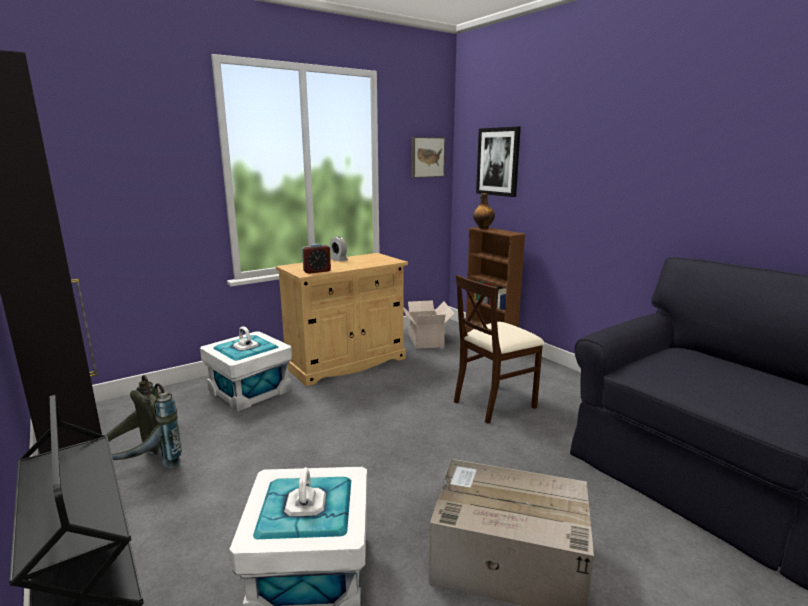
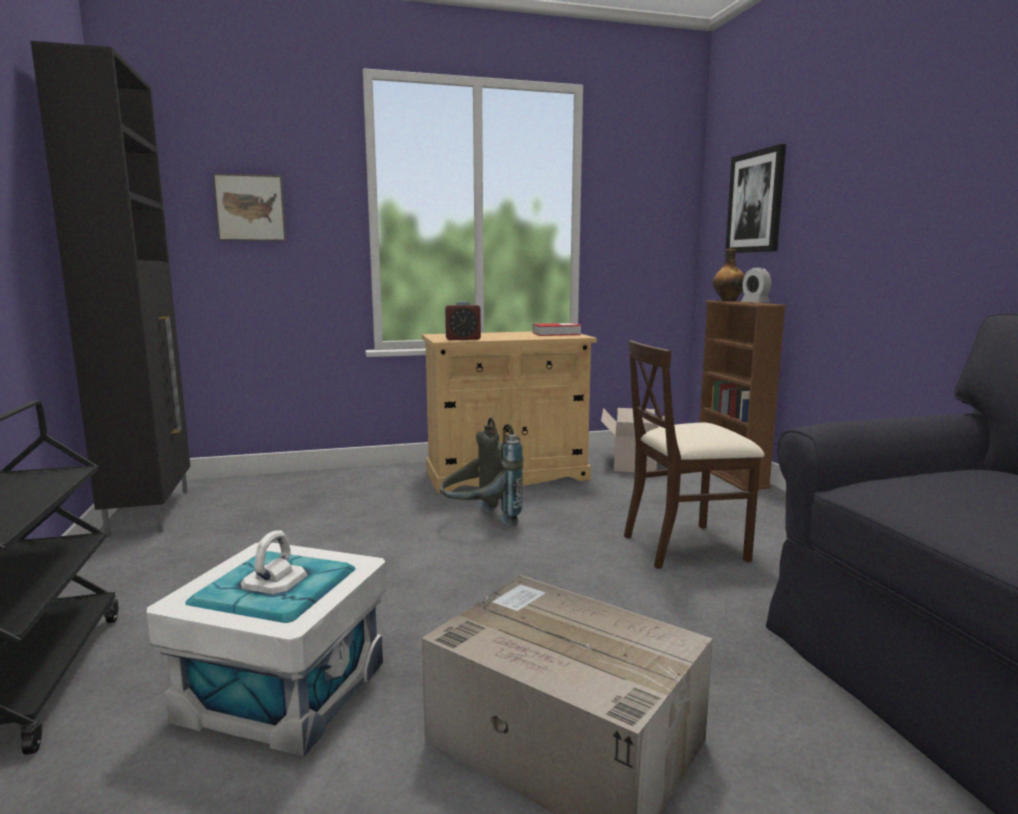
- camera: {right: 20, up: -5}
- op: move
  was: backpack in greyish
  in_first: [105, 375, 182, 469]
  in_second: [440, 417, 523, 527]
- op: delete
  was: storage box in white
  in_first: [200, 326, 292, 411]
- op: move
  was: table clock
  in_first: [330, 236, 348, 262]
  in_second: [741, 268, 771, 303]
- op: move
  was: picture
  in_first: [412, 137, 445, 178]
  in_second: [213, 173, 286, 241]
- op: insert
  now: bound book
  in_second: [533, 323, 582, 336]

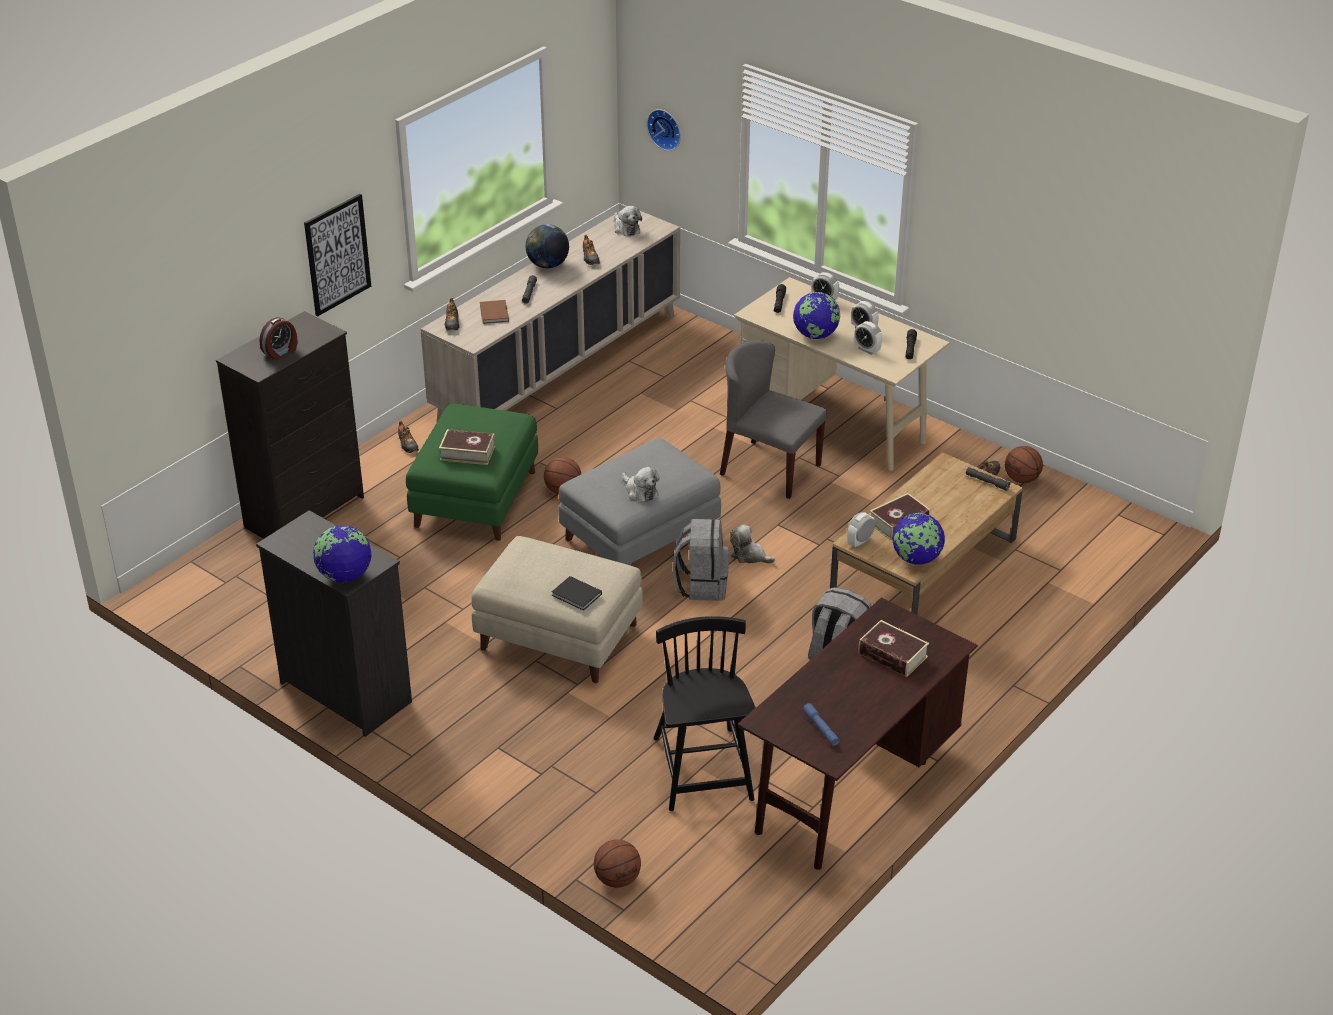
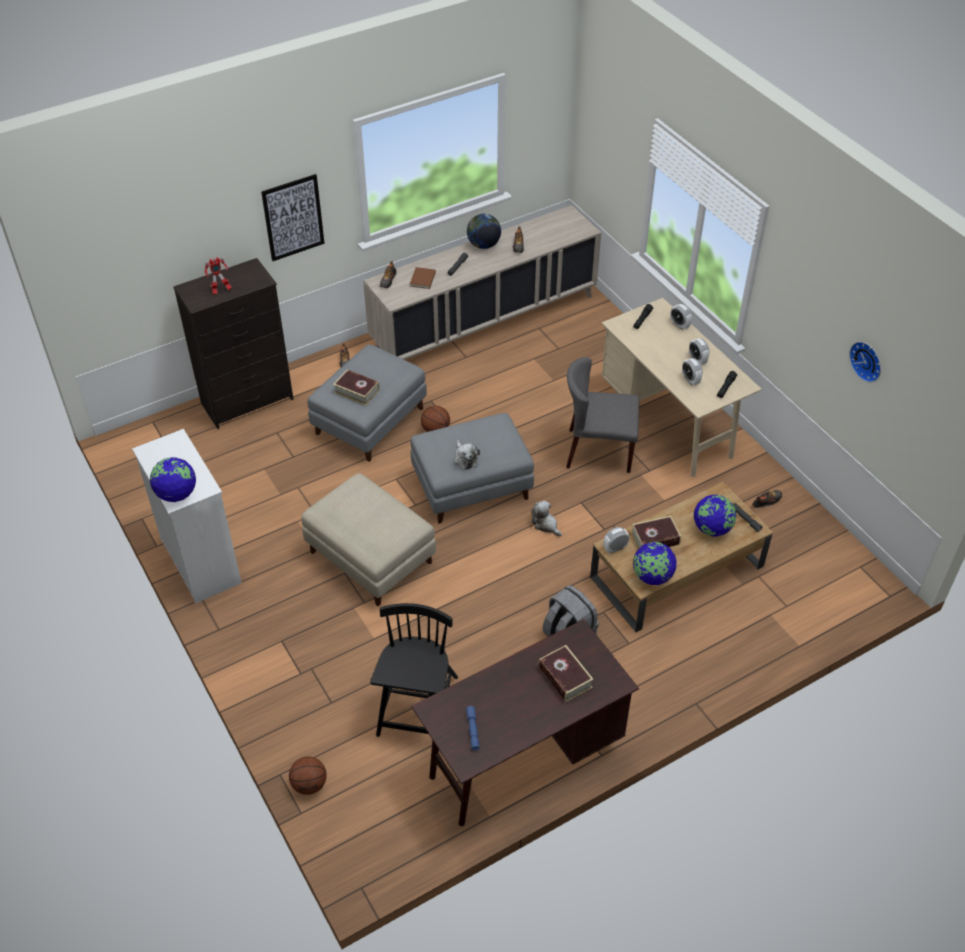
- camera: {right: 20, up: 10}
- op: recolor
  was: dresser in black-coloured
  now: dresser in white
  in_first: [256, 510, 412, 737]
  in_second: [132, 429, 242, 604]
- op: replace
  was: table clock
  now: toy robot
  in_first: [259, 317, 297, 360]
  in_second: [204, 257, 232, 295]
- op: recolor
  was: pouffe in green
  now: pouffe in greyish
  in_first: [406, 404, 538, 541]
  in_second: [308, 344, 427, 462]
- op: delete
  was: bound book in black-coloured
  in_first: [552, 576, 602, 611]
- op: delete
  was: soft toy
  in_first: [614, 206, 642, 237]
- op: move
  was: hanging clock
  in_first: [647, 109, 681, 151]
  in_second: [849, 342, 881, 383]
- op: delete
  was: backpack in greyish
  in_first: [673, 519, 729, 601]
- op: rotate
  was: upright chair in greyish
  in_first: [720, 340, 827, 499]
  in_second: [566, 357, 639, 473]
  clockwise: -45
- op: move
  was: world globe
  in_first: [793, 292, 840, 339]
  in_second: [694, 495, 736, 536]
- op: delete
  was: ball for basketball
  in_first: [1005, 446, 1043, 483]

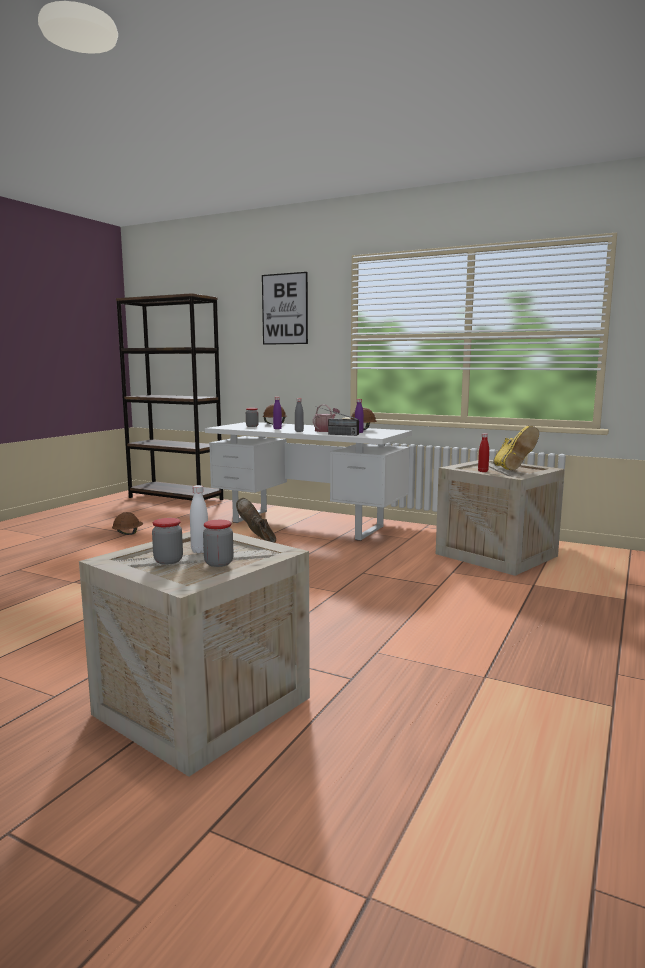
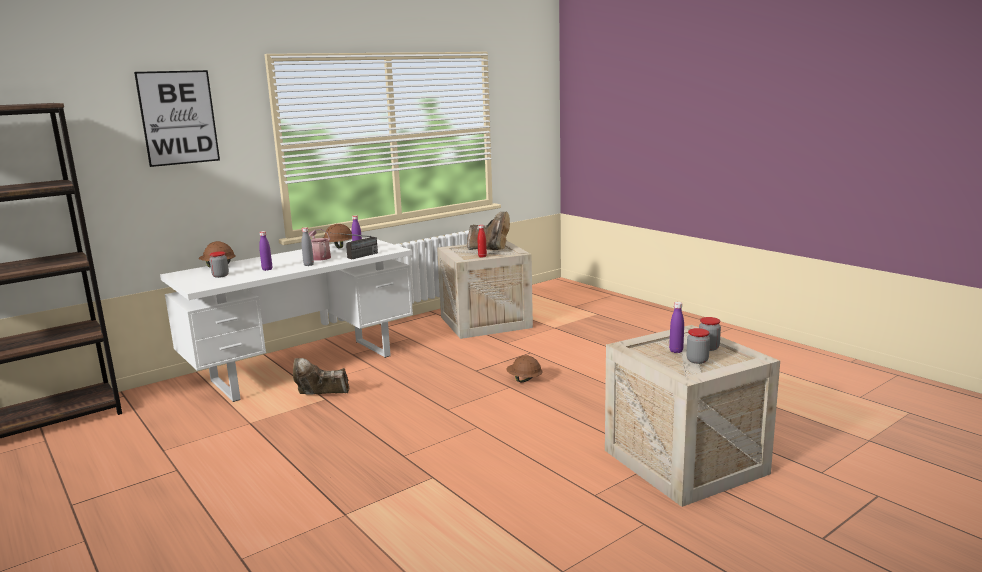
- camera: {right: -65, up: 5}
- op: move
  was: work helmet in brown-coloured
  in_first: [112, 512, 143, 535]
  in_second: [506, 355, 543, 382]
- op: recolor
  was: drink bottle in white
  now: drink bottle in purple
  in_first: [190, 485, 208, 553]
  in_second: [669, 302, 684, 353]
- op: recolor
  was: tall boot in yellow
  now: tall boot in brown-coloured
  in_first: [493, 426, 539, 470]
  in_second: [467, 212, 510, 250]

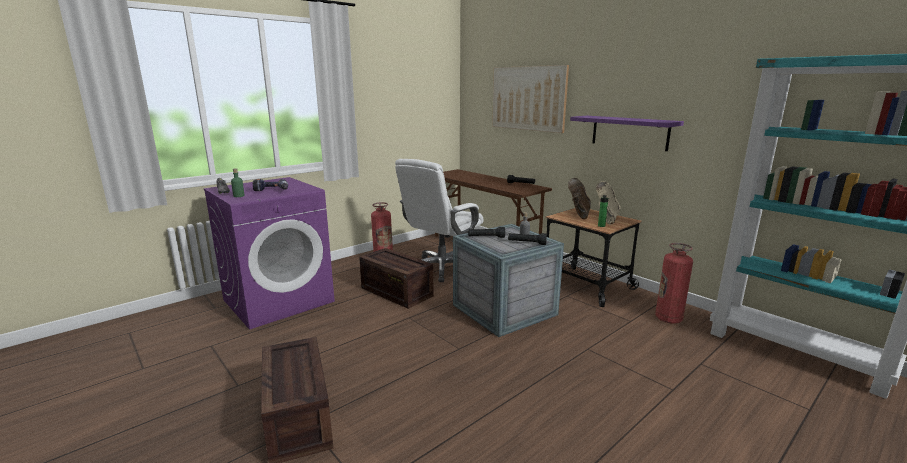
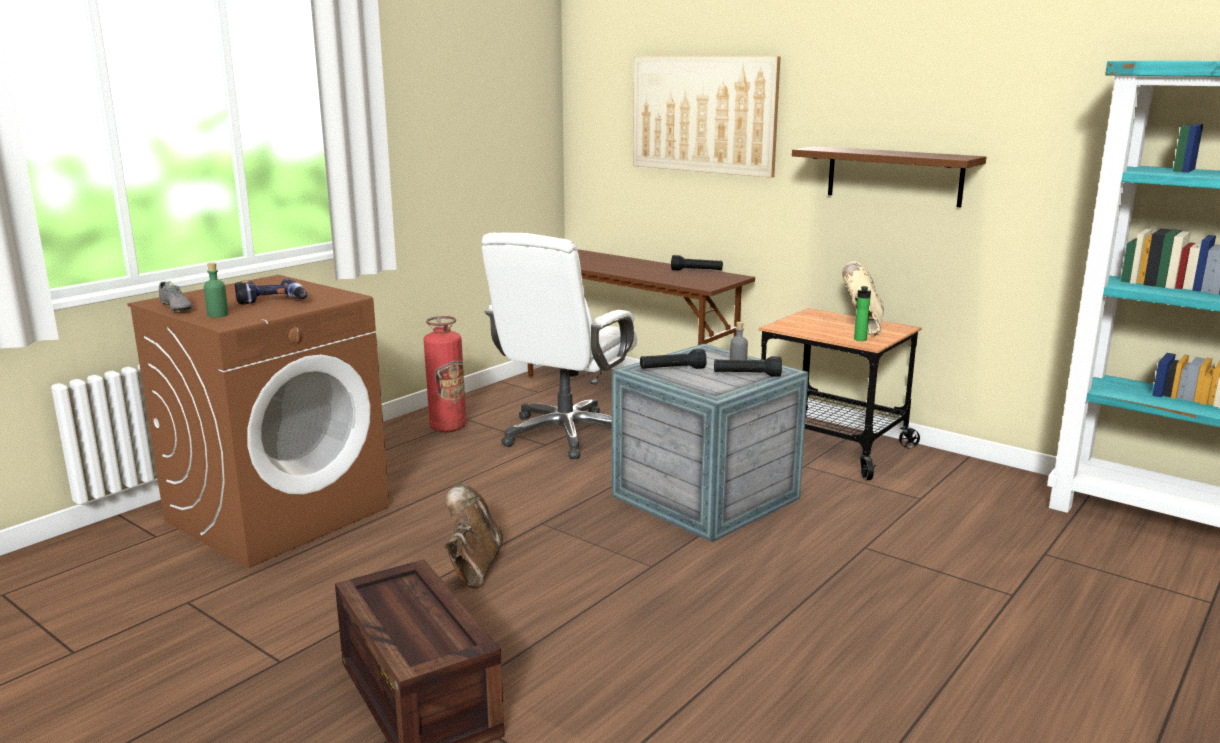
- camera: {right: -10, up: 0}
- op: recolor
  was: washing machine in purple
  now: washing machine in brown-coloured
  in_first: [204, 177, 335, 330]
  in_second: [127, 275, 389, 568]
- op: delete
  was: packing crate
  in_first: [359, 248, 434, 309]
- op: move
  was: tall boot in brown-coloured
  in_first: [568, 178, 591, 220]
  in_second: [444, 483, 503, 589]
- op: recolor
  was: bracket shelf in purple
  now: bracket shelf in brown-coloured
  in_first: [570, 116, 684, 151]
  in_second: [792, 146, 986, 207]
- op: delete
  was: extinguisher
  in_first: [655, 243, 693, 324]

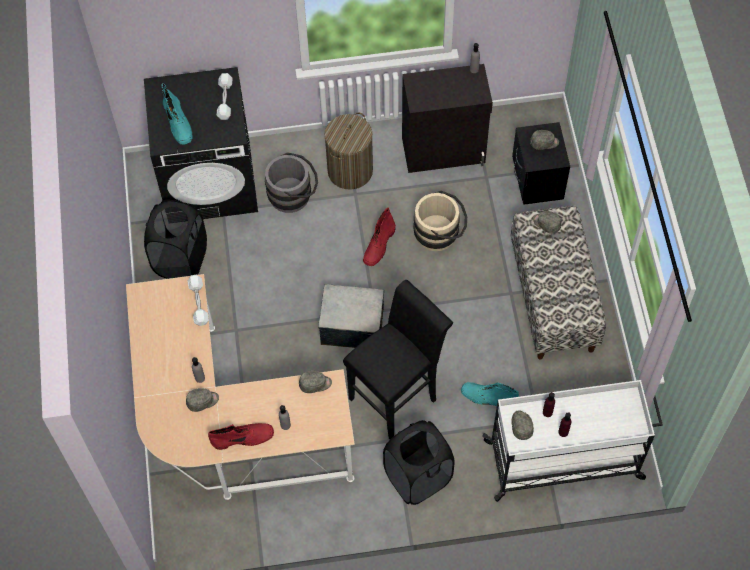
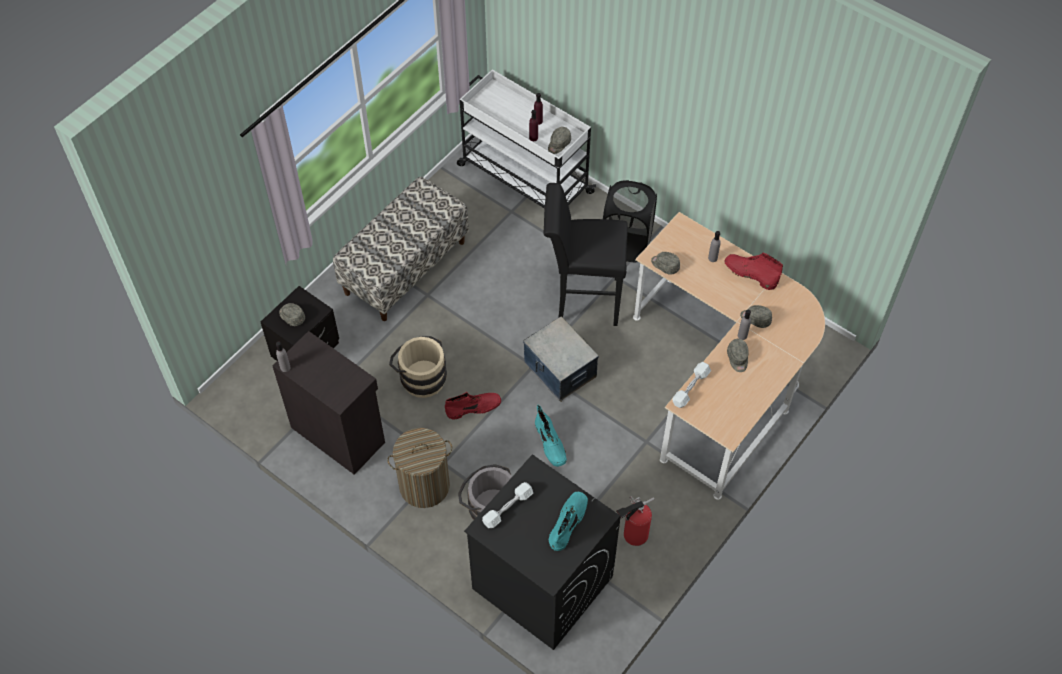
- camera: {right: -135, up: -5}
- op: replace
  was: laundry basket in black-coloured
  now: extinguisher
  in_first: [144, 200, 207, 279]
  in_second: [616, 496, 655, 546]
- op: move
  was: tall boot in turquoise
  in_first: [461, 382, 519, 407]
  in_second: [535, 405, 567, 467]
- op: move
  was: baseball cap in greyish
  in_first: [533, 211, 561, 234]
  in_second: [727, 339, 749, 372]

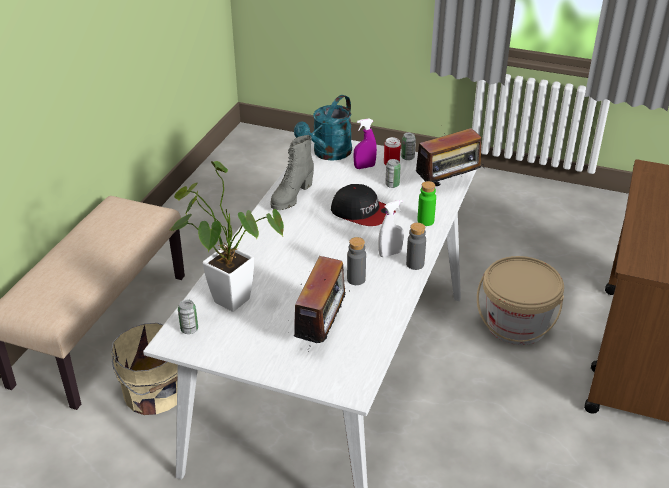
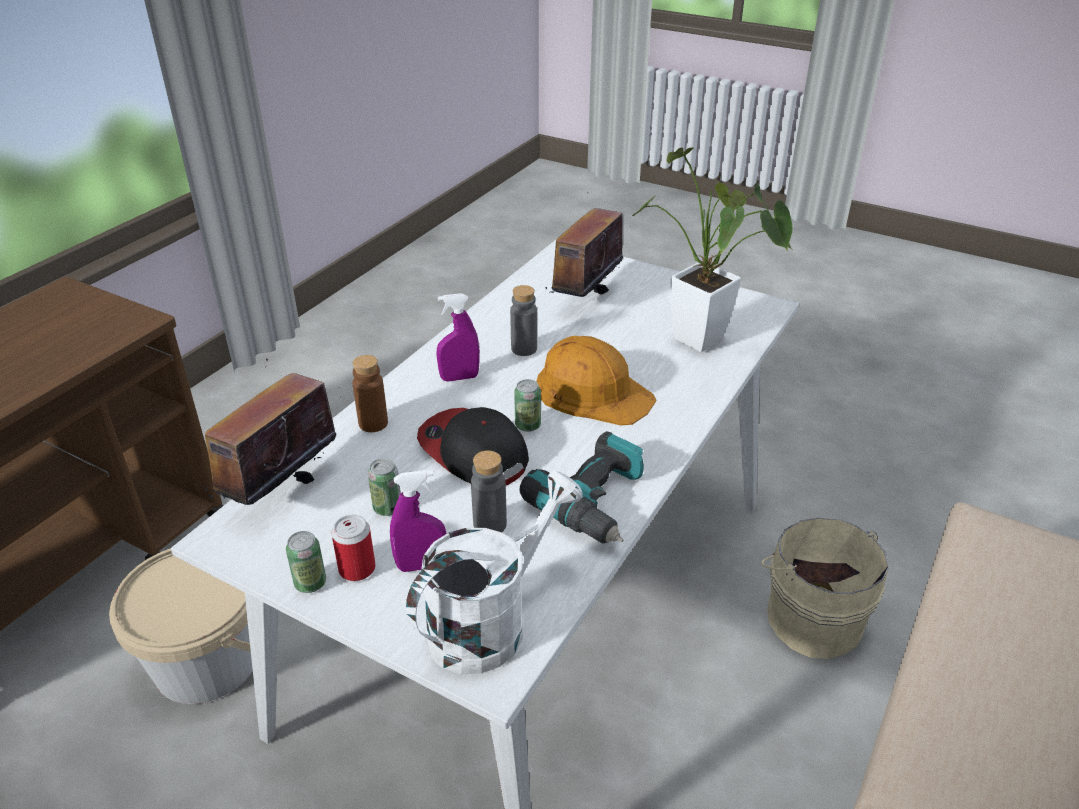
- camera: {right: -170, up: 0}
- op: move
  was: can
  in_first: [178, 300, 198, 334]
  in_second: [514, 379, 541, 432]
- op: replace
  was: tall boot in greyish
  now: electric drill
  in_first: [270, 135, 314, 210]
  in_second: [520, 431, 644, 544]
- op: recolor
  was: watering can in turquoise
  now: watering can in white
  in_first: [294, 95, 352, 161]
  in_second: [406, 471, 583, 674]
- op: recolor
  was: spray bottle in white
  now: spray bottle in purple
  in_first: [378, 200, 404, 257]
  in_second: [436, 293, 480, 382]
- op: move
  was: drink bottle in greyish
  in_first: [406, 223, 426, 270]
  in_second: [471, 450, 507, 532]
- op: rotate
  was: radio receiver
  in_first: [416, 128, 485, 186]
  in_second: [205, 358, 336, 505]
  clockwise: -45
- op: recolor
  was: drink bottle in green
  now: drink bottle in brown-coloured
  in_first: [417, 181, 436, 226]
  in_second: [352, 355, 388, 432]
- op: insert
  now: work helmet in orange
  in_second: [536, 336, 656, 425]

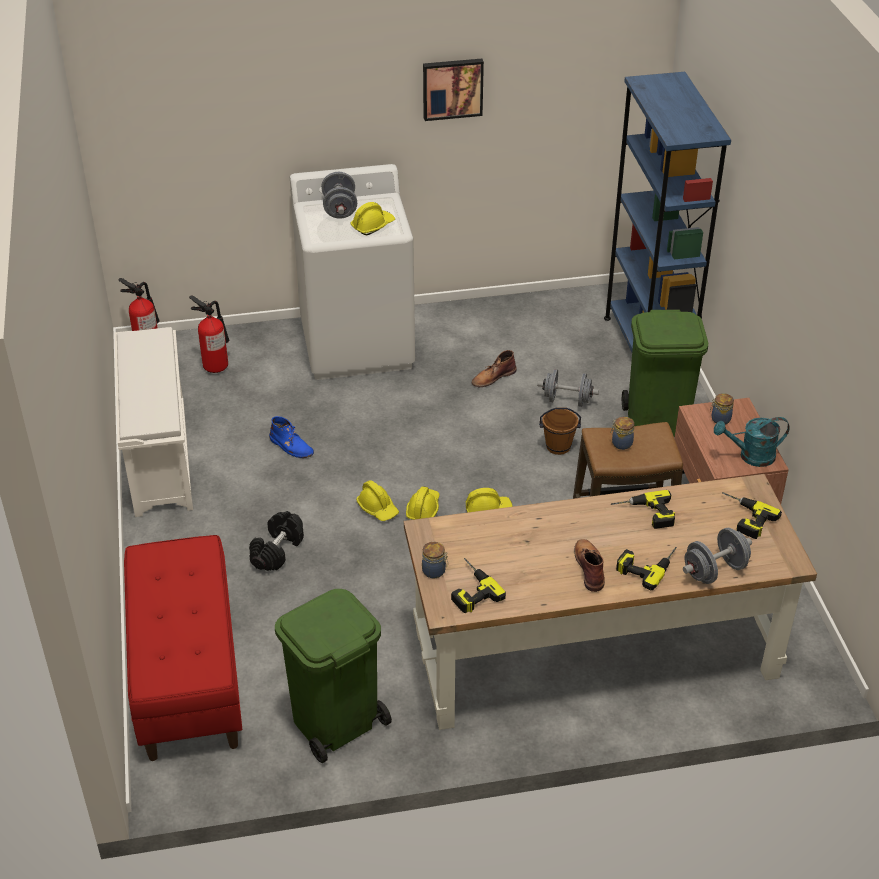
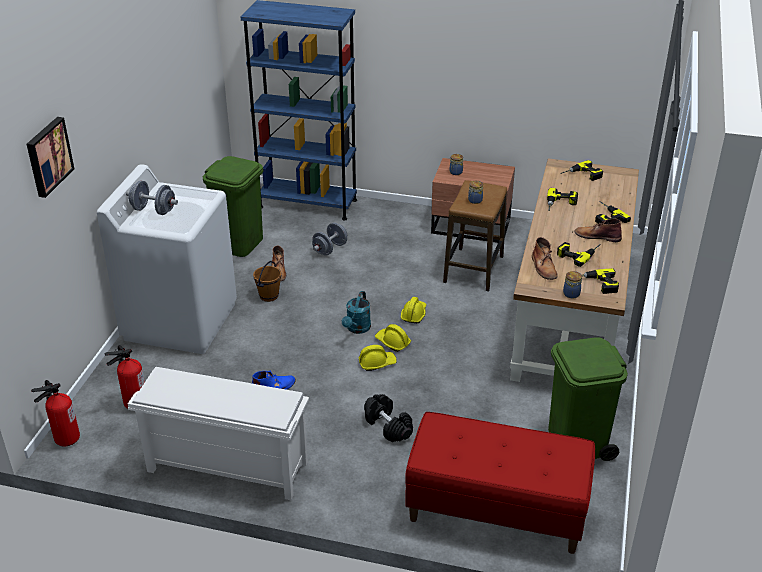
- camera: {right: -65, up: -5}
- op: delete
  was: work helmet in yellow
  in_first: [351, 202, 395, 235]
- op: move
  was: picture
  in_first: [423, 59, 484, 121]
  in_second: [27, 117, 74, 198]
- op: move
  was: water bucket in brown-coloured
  in_first: [539, 408, 581, 455]
  in_second: [253, 261, 281, 302]
- op: move
  was: waste bin in green
  in_first: [622, 309, 708, 437]
  in_second: [203, 156, 263, 257]
- op: delete
  was: dumbbell in greyish
  in_first: [683, 528, 752, 584]
- op: move
  was: watering can in turquoise
  in_first: [714, 417, 790, 467]
  in_second: [342, 291, 371, 334]
- op: insert
  now: tall boot in brown-coloured
  in_second: [532, 237, 558, 280]
- op: insert
  now: electric drill
  in_second: [557, 242, 601, 267]

